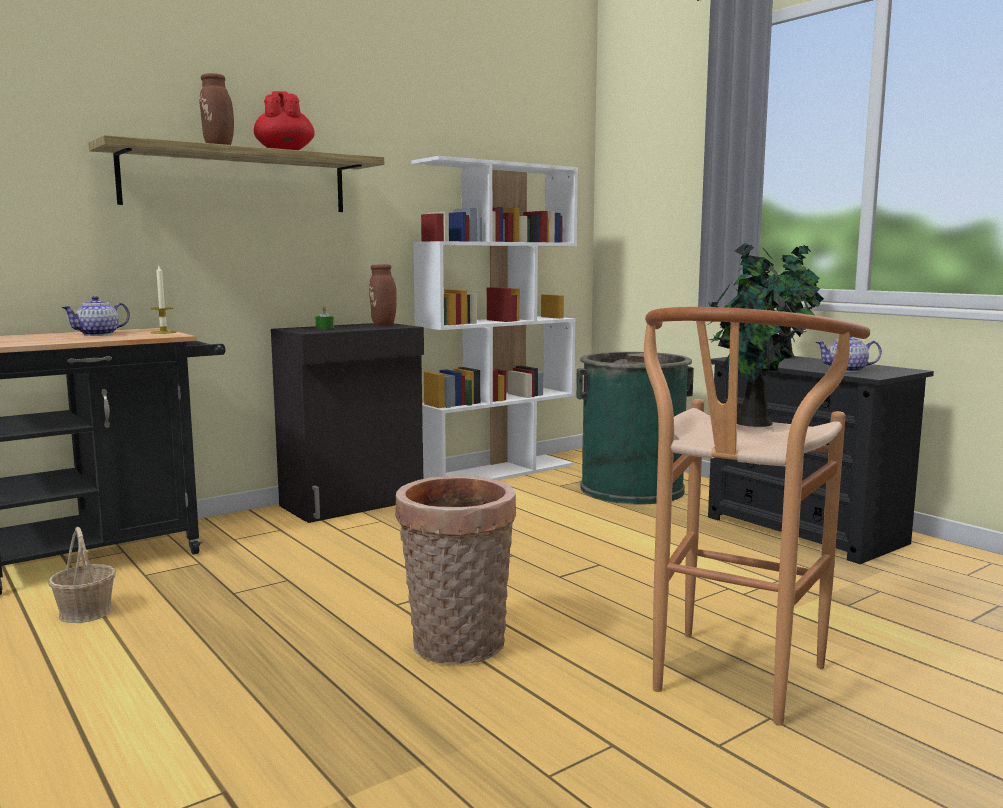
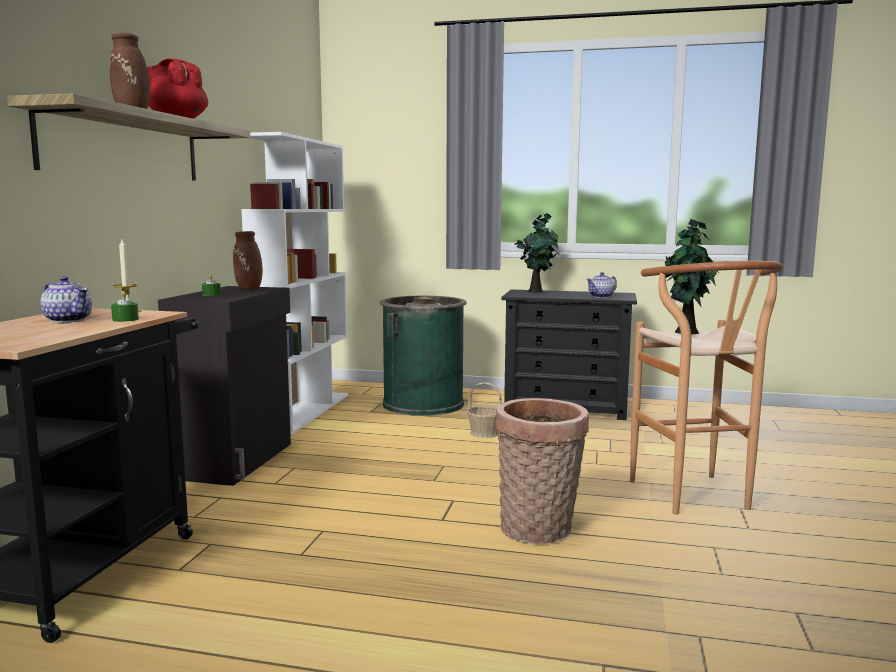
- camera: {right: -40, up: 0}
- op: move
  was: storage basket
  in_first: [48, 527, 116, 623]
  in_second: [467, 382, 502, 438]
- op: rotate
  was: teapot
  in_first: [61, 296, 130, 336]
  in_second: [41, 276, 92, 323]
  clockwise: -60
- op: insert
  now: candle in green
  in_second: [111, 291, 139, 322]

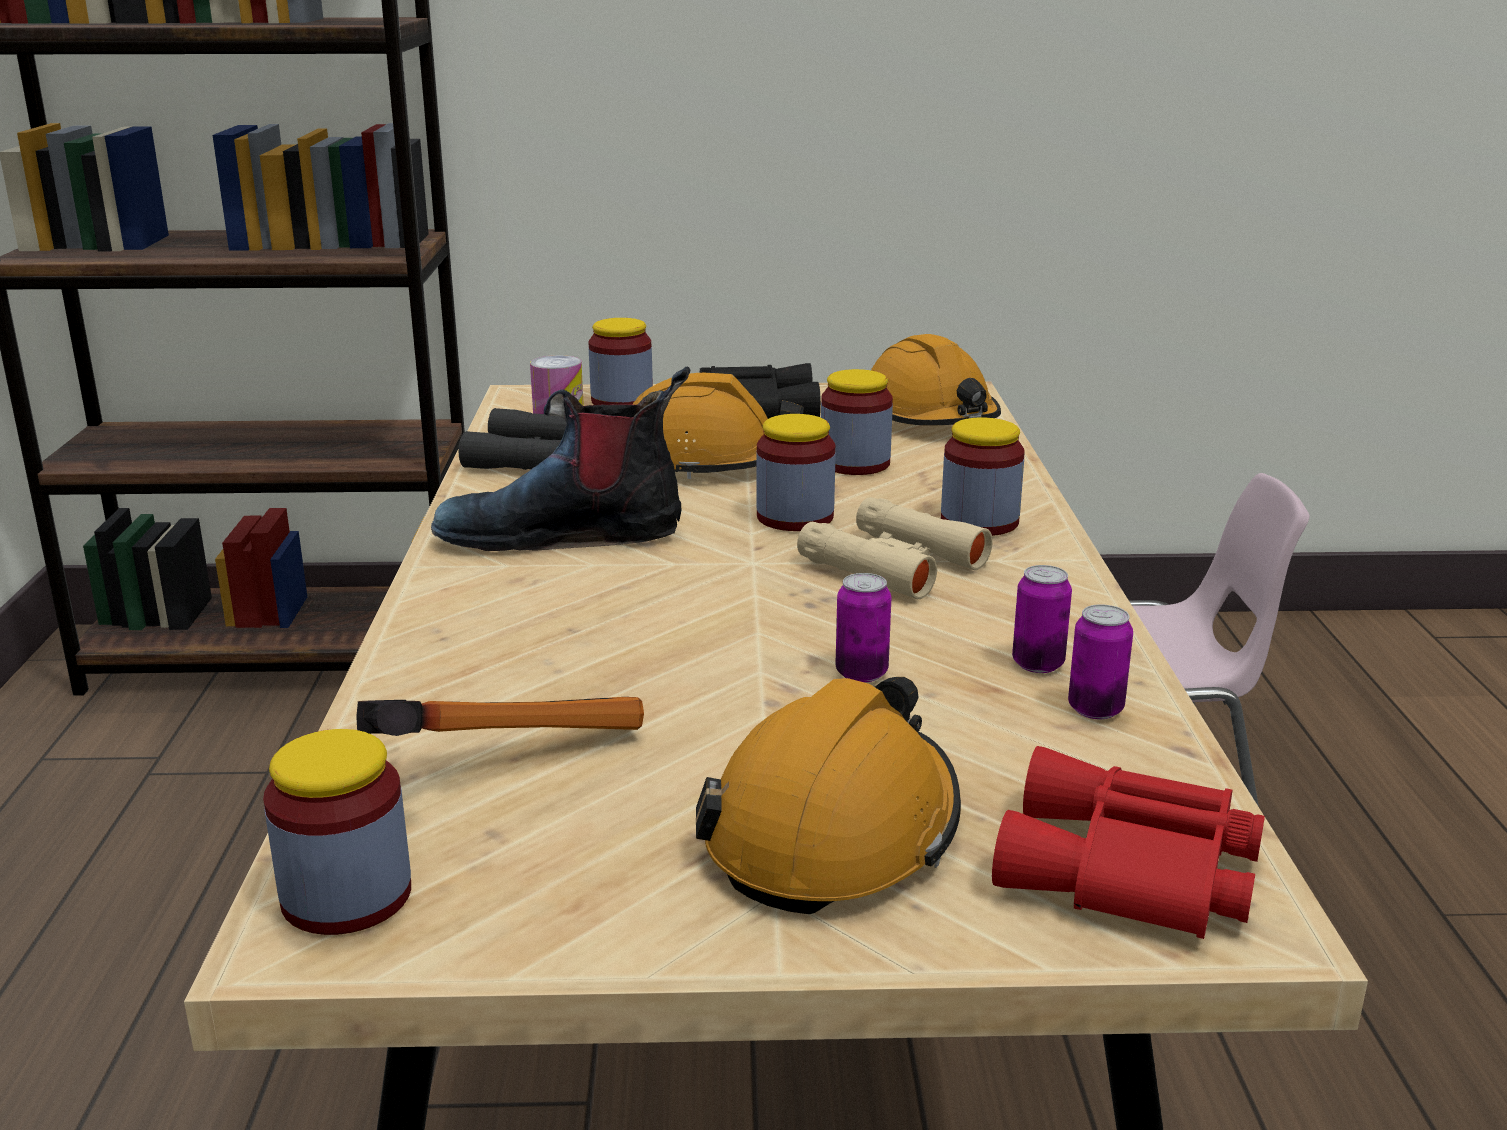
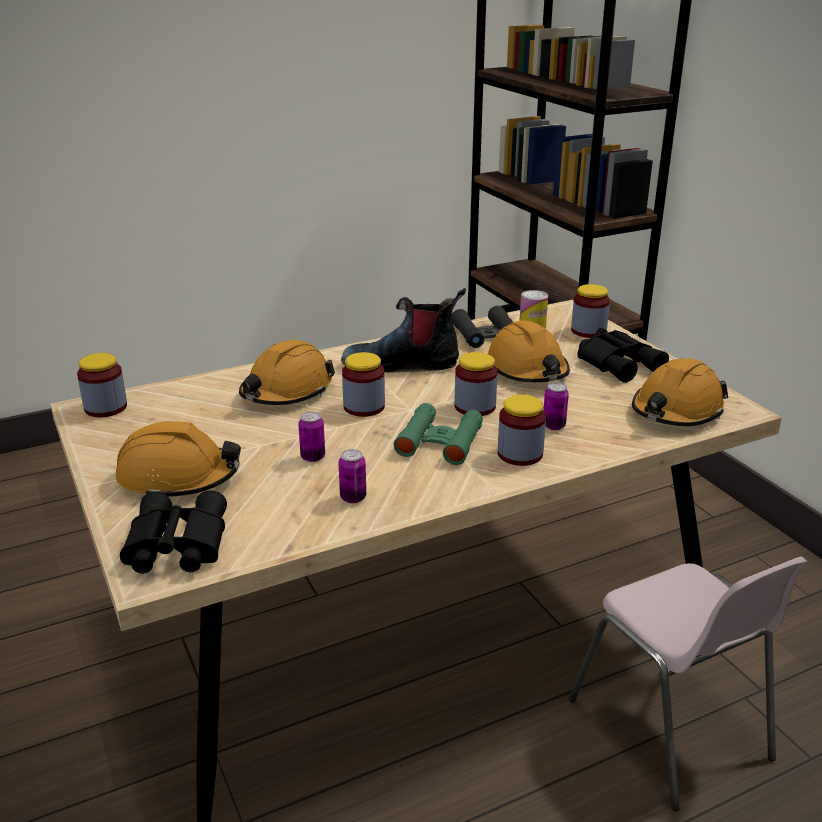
- camera: {right: 65, up: 5}
- op: delete
  was: hammer
  in_first: [356, 697, 644, 736]
- op: rotate
  was: tall boot
  in_first: [431, 366, 690, 551]
  in_second: [341, 288, 466, 373]
  clockwise: -60
- op: recolor
  was: pair of binoculars in beige
  now: pair of binoculars in green
  in_first: [797, 497, 993, 599]
  in_second: [394, 403, 483, 465]
- op: move
  was: jar
  in_first: [821, 369, 893, 475]
  in_second: [342, 352, 385, 417]
- op: recolor
  was: pair of binoculars in red
  now: pair of binoculars in black-coloured
  in_first: [992, 746, 1265, 939]
  in_second: [120, 490, 227, 574]
- op: move
  was: can
  in_first: [1068, 604, 1133, 719]
  in_second: [543, 383, 569, 430]
- op: insert
  now: work helmet in orange
  in_second: [239, 340, 335, 405]

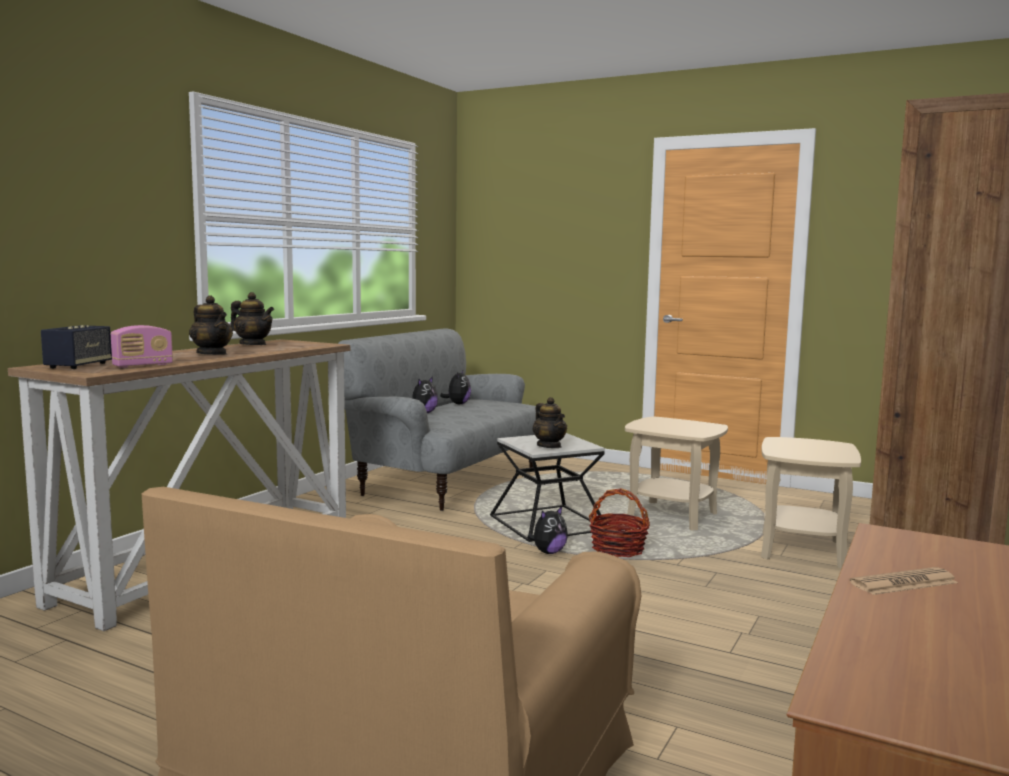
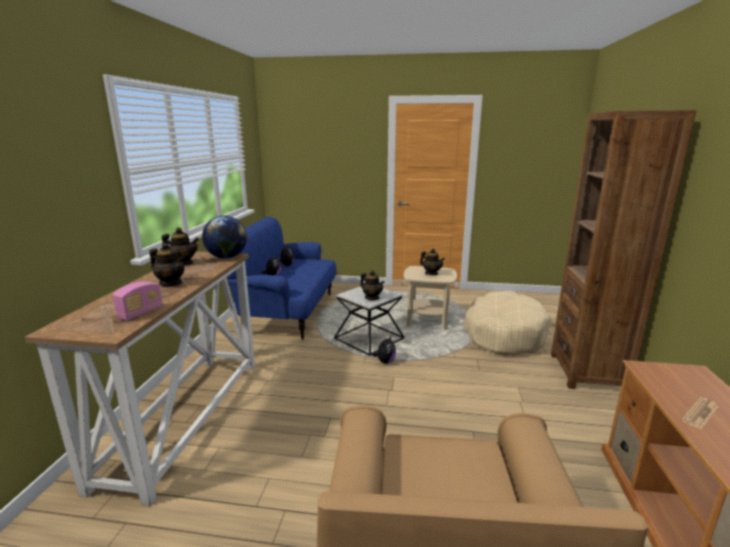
- camera: {right: -20, up: 10}
- op: delete
  was: loudspeaker
  in_first: [41, 325, 112, 369]
- op: recolor
  was: settee in greyish
  now: settee in blue-coloured
  in_first: [338, 328, 536, 511]
  in_second: [227, 217, 336, 340]
- op: delete
  was: storage basket
  in_first: [589, 488, 650, 557]
- op: replace
  was: side table in beige
  now: pet bed in beige
  in_first: [761, 437, 861, 569]
  in_second: [463, 291, 551, 355]
- op: insert
  now: world globe
  in_second: [202, 215, 247, 258]
- op: insert
  now: teapot
  in_second: [420, 248, 445, 275]

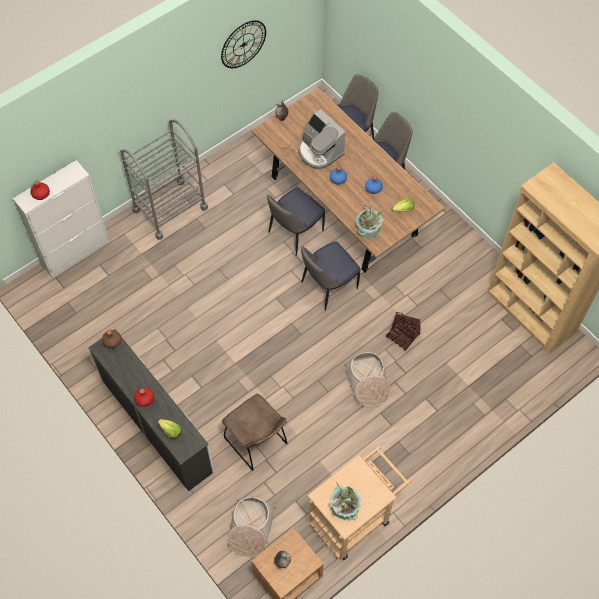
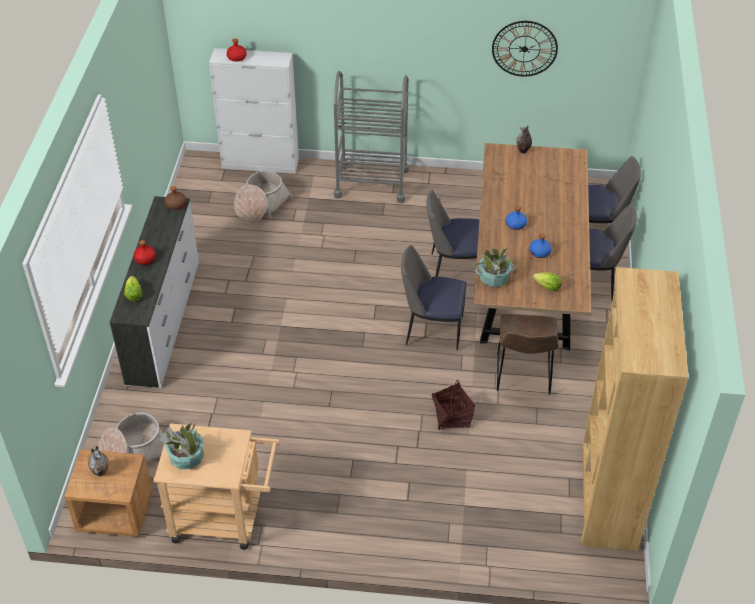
- camera: {right: 45, up: -15}
- op: move
  was: upright chair in brown-coloured
  in_first: [222, 394, 287, 471]
  in_second: [497, 314, 559, 394]
- op: delete
  was: coffee machine
  in_first: [298, 109, 345, 170]
- op: move
  was: storage basket
  in_first: [344, 352, 390, 407]
  in_second: [234, 171, 293, 223]

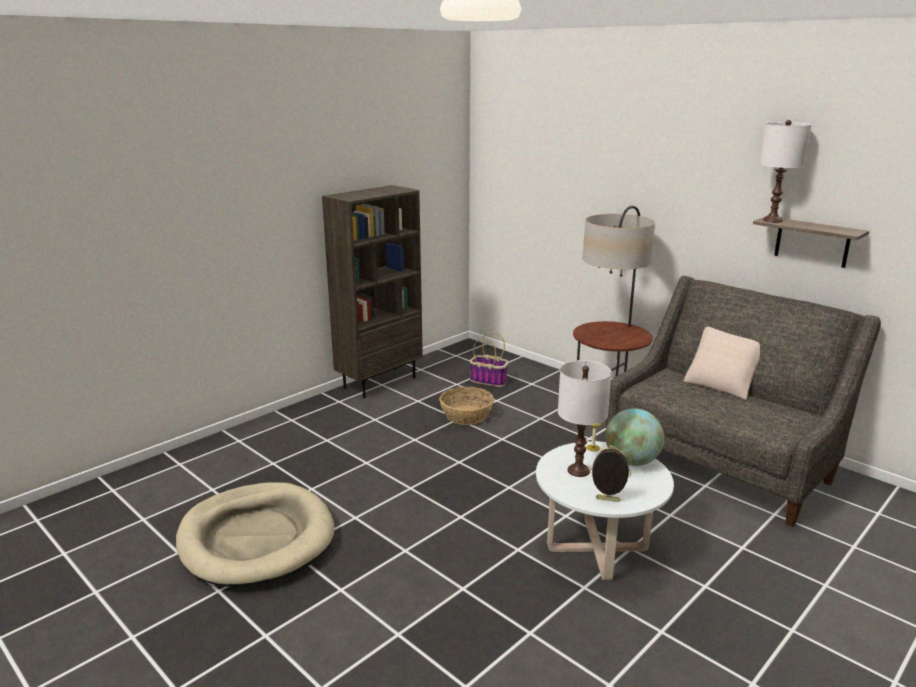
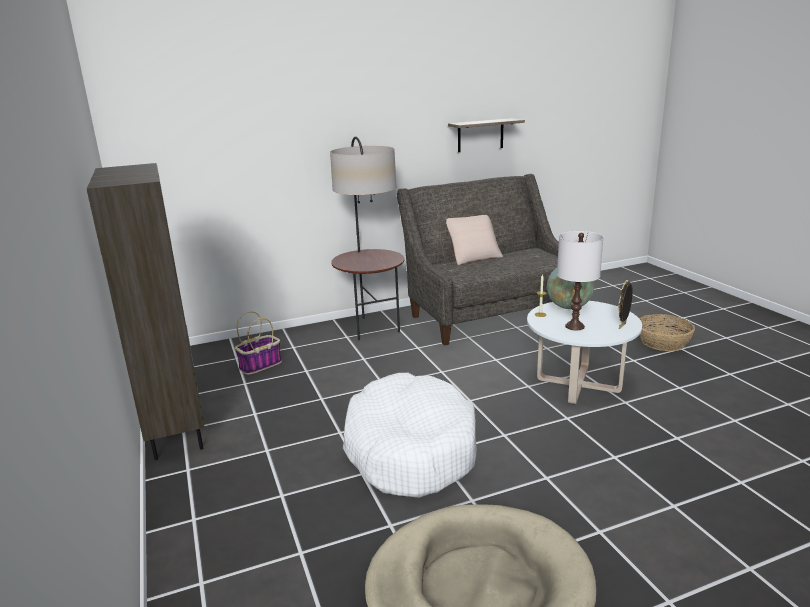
- camera: {right: -65, up: 0}
- op: move
  was: storage basket
  in_first: [439, 387, 494, 425]
  in_second: [639, 314, 695, 351]
- op: delete
  was: tabletop lamp in white
  in_first: [760, 120, 812, 223]
- op: insert
  now: pet bed in white
  in_second: [343, 373, 477, 498]

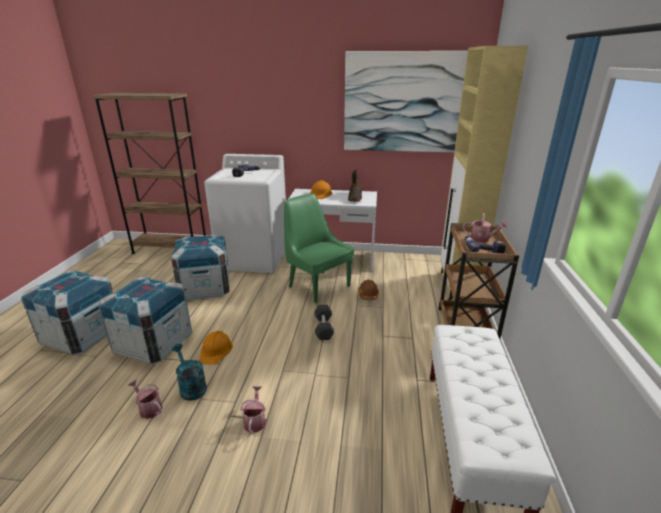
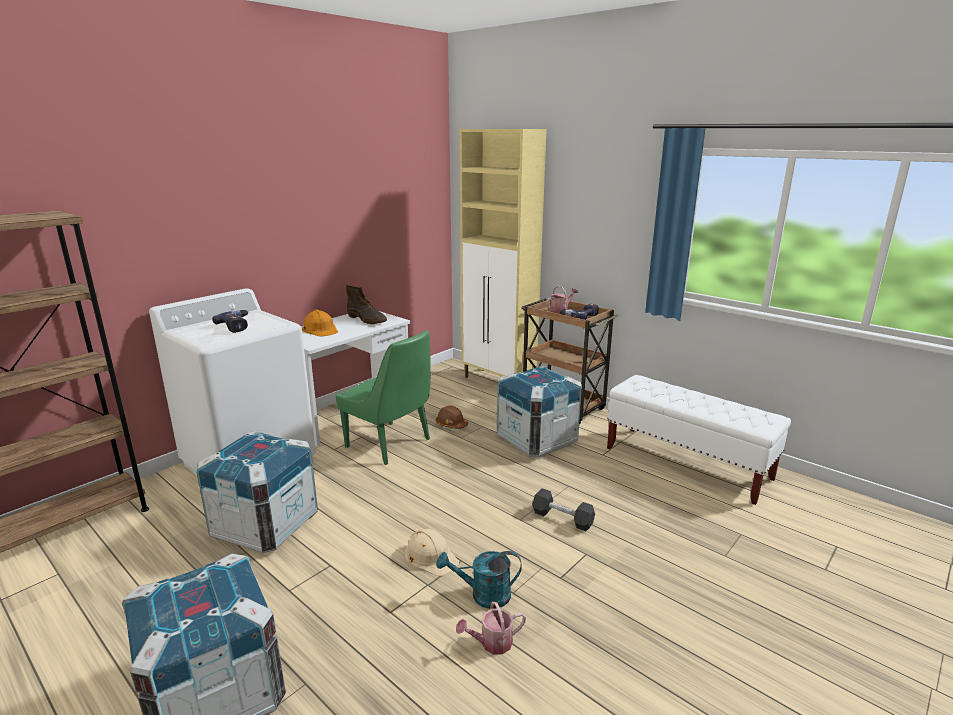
- camera: {right: -55, up: -5}
- op: move
  was: packing crate
  in_first: [99, 276, 192, 364]
  in_second: [497, 366, 582, 457]
- op: recolor
  was: work helmet in orange
  now: work helmet in beige
  in_first: [199, 331, 233, 365]
  in_second: [405, 529, 459, 576]
- op: delete
  was: watering can
  in_first: [240, 386, 266, 434]
- op: rotate
  was: upright chair in green
  in_first: [284, 194, 354, 303]
  in_second: [336, 330, 431, 465]
  clockwise: -135
- op: move
  was: dumbbell in black-coloured
  in_first: [314, 305, 334, 340]
  in_second: [532, 488, 595, 531]
- op: delete
  was: picture
  in_first: [344, 51, 468, 152]

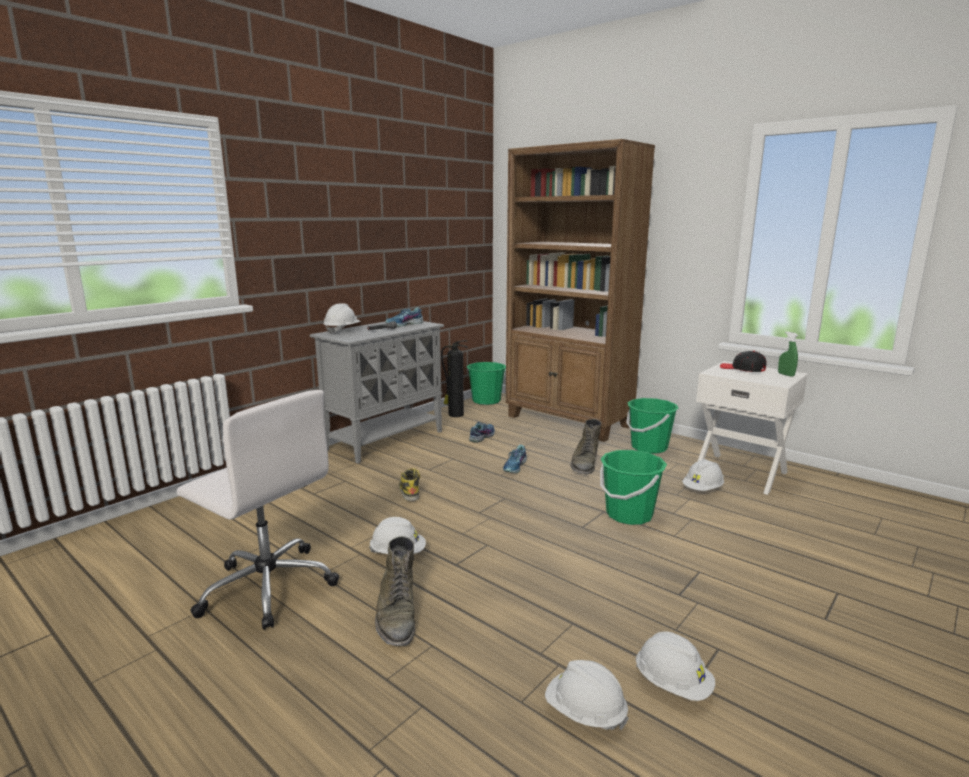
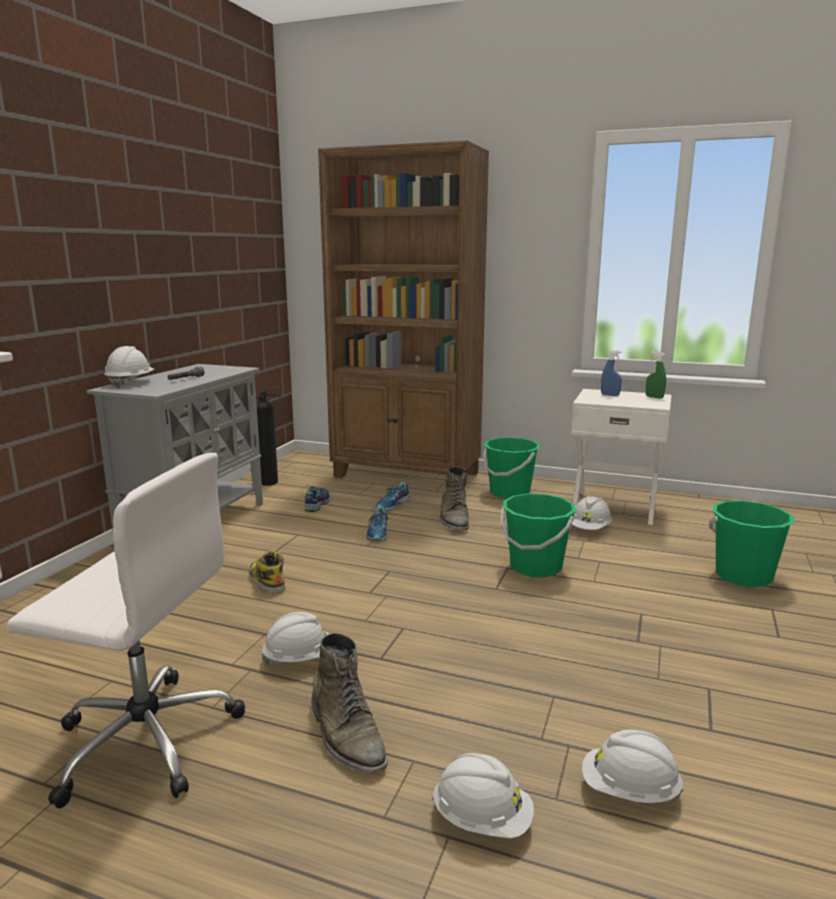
- camera: {right: -20, up: 0}
- op: move
  was: item of footwear
  in_first: [386, 307, 423, 327]
  in_second: [376, 482, 410, 511]
- op: move
  was: water bucket in green
  in_first: [467, 362, 506, 405]
  in_second: [709, 500, 794, 587]
- op: move
  was: work helmet in white
  in_first: [636, 631, 715, 701]
  in_second: [432, 753, 534, 839]
- op: replace
  was: baseball cap in black-coloured
  now: spray bottle in blue-coloured
  in_first: [720, 351, 767, 372]
  in_second: [601, 351, 622, 396]

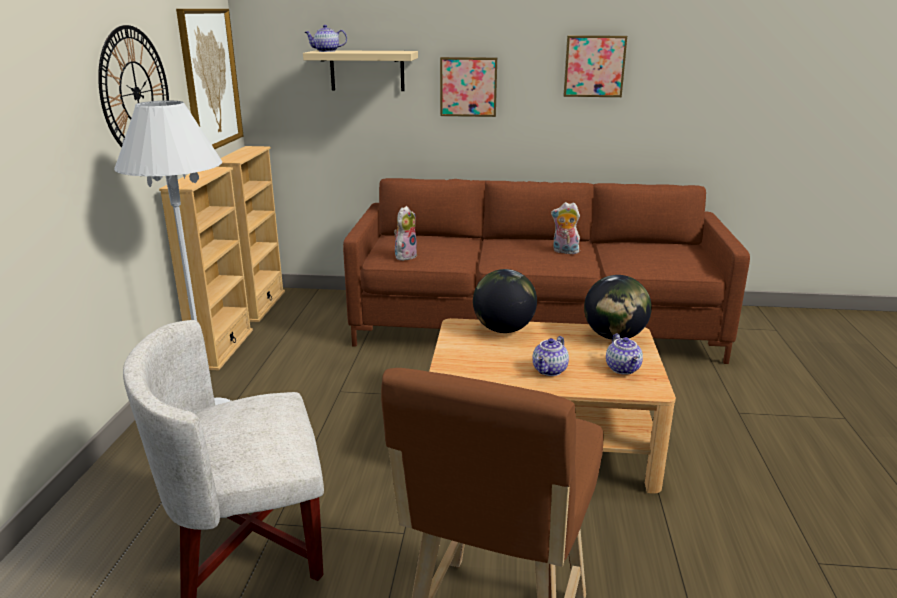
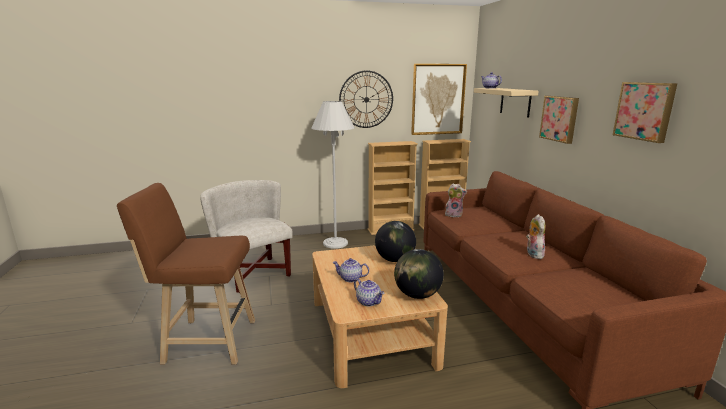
- camera: {right: 70, up: -5}
- op: rotate
  was: teapot
  in_first: [606, 333, 643, 375]
  in_second: [354, 279, 385, 306]
  clockwise: -105

